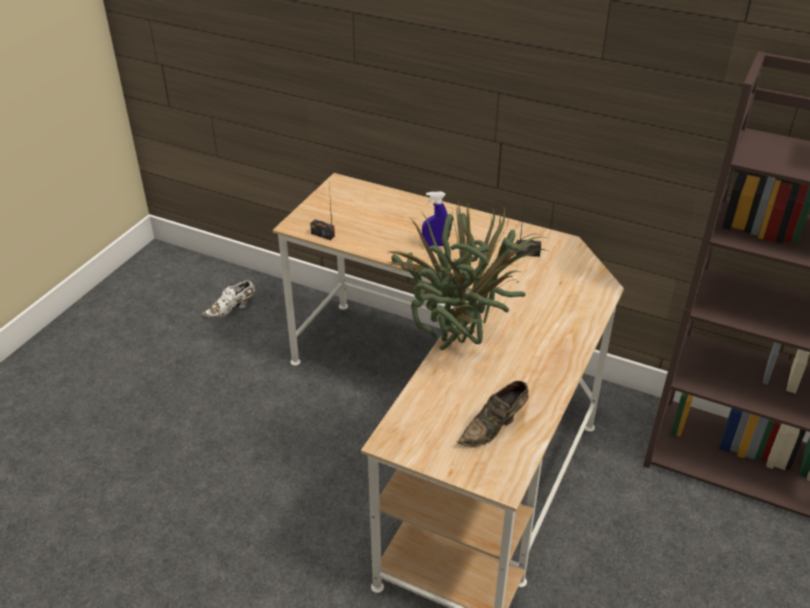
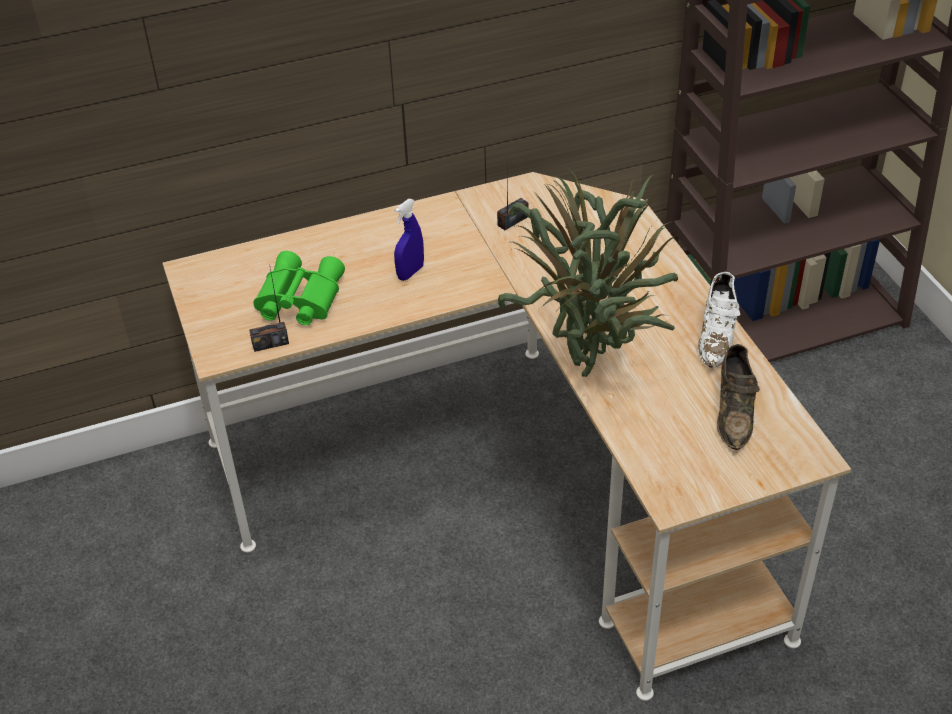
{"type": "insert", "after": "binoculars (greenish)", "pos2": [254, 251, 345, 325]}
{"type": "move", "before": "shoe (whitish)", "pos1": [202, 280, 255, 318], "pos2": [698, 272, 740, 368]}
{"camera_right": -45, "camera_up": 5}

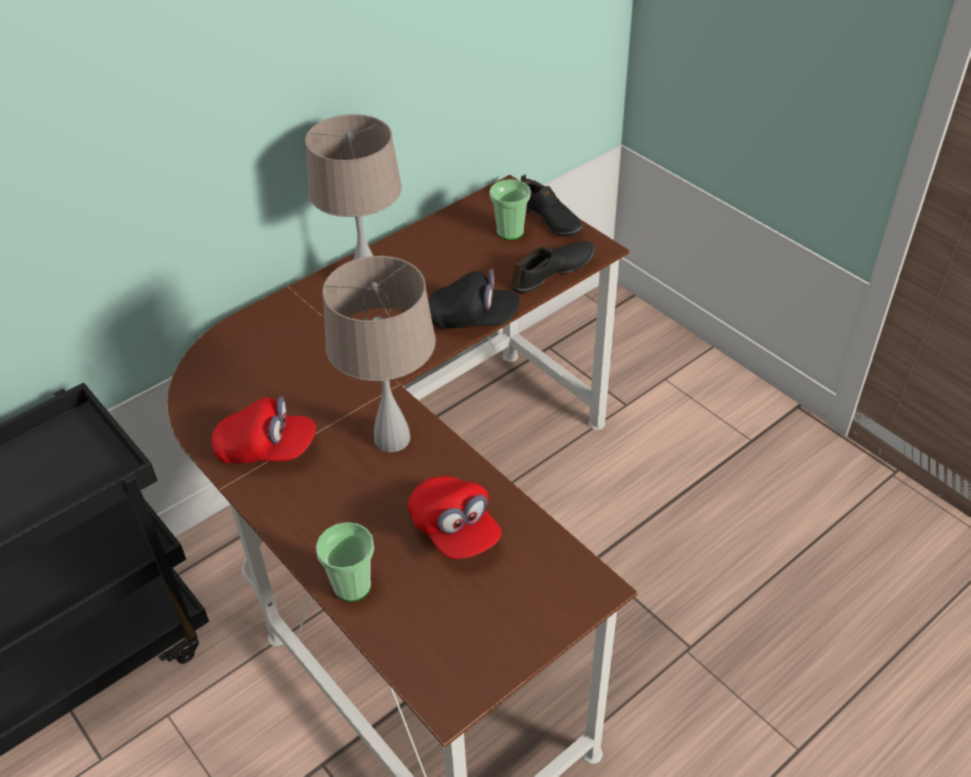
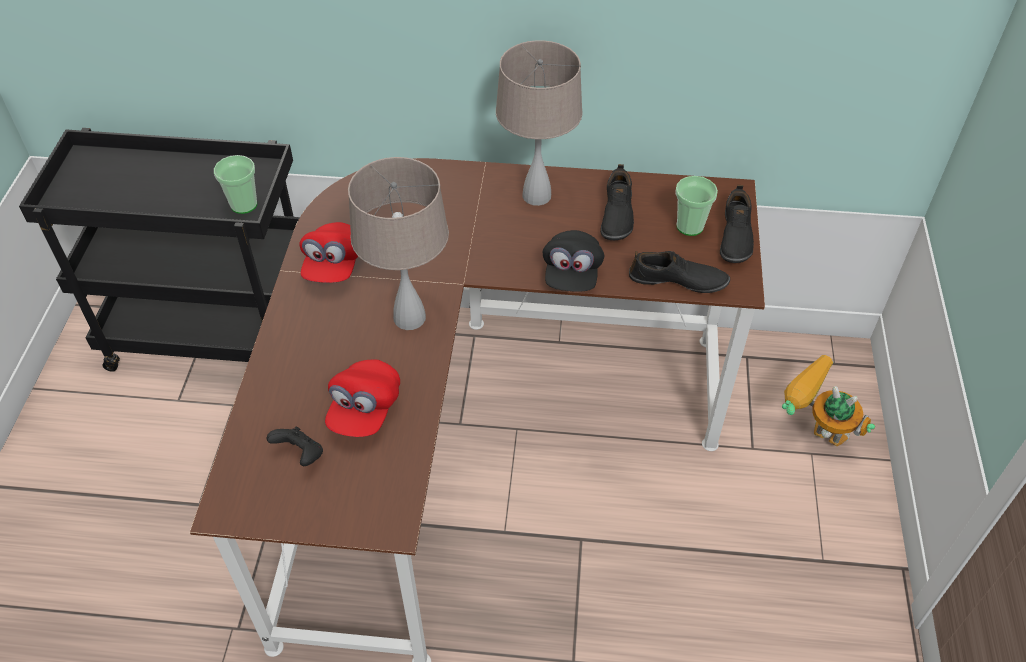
{"type": "insert", "after": "joypad (blackish)", "pos2": [266, 427, 323, 466]}
{"type": "insert", "after": "shoe (blackish)", "pos2": [600, 164, 634, 240]}
{"type": "insert", "after": "model robot", "pos2": [782, 355, 875, 446]}
{"type": "move", "before": "drinking cup", "pos1": [316, 522, 374, 602], "pos2": [214, 155, 257, 214]}
{"type": "rotate", "before": "baseball cap (red)", "pos1": [211, 396, 316, 463], "pos2": [299, 222, 358, 283], "turn": 45}
{"type": "rotate", "before": "baseball cap (blackish)", "pos1": [428, 269, 520, 329], "pos2": [543, 230, 604, 292], "turn": 45}
{"camera_right": 45, "camera_up": 5}

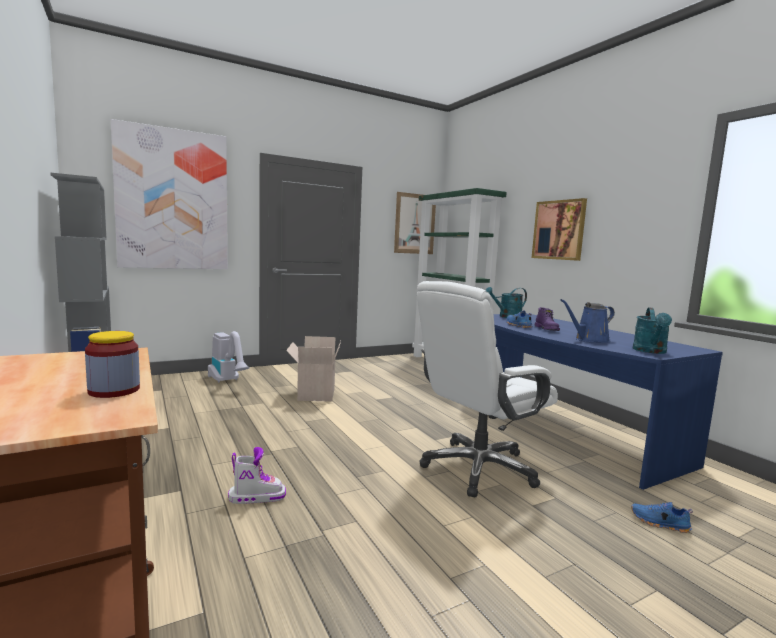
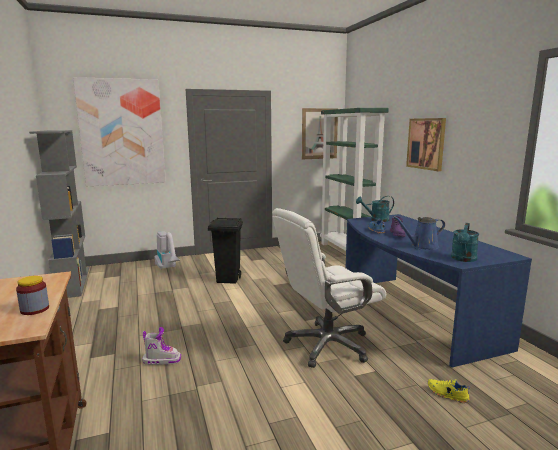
{"type": "replace", "before": "packing box", "after": "trash can (blackish)", "pos1": [286, 336, 341, 402], "pos2": [208, 217, 243, 284]}
{"type": "recolor", "before": "shoe (bluish)", "after": "shoe (yellowish)", "pos1": [631, 502, 693, 533], "pos2": [428, 379, 470, 403]}
{"camera_right": 10, "camera_up": 5}

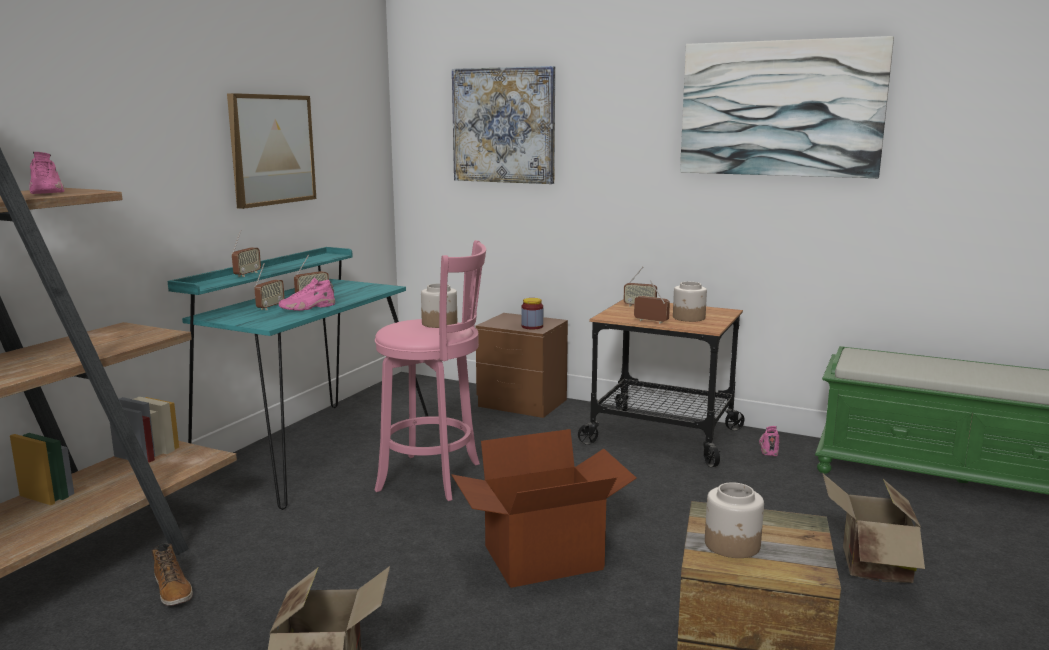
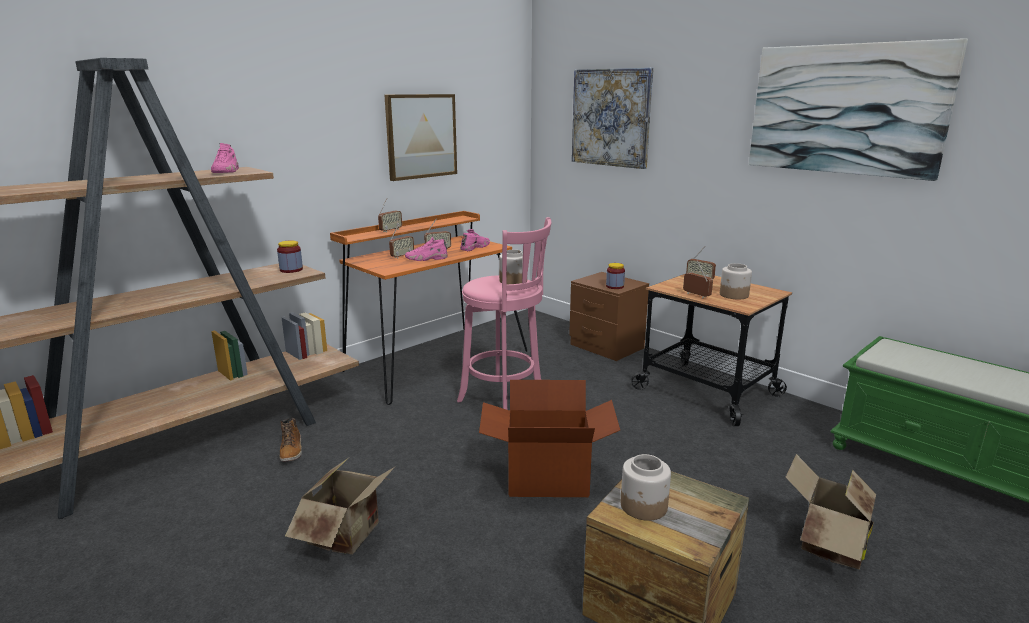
{"type": "insert", "after": "jar", "pos2": [277, 241, 303, 273]}
{"type": "move", "before": "shoe (pinkish)", "pos1": [759, 426, 779, 456], "pos2": [460, 229, 490, 251]}
{"type": "recolor", "before": "desk (turquoise-coloured)", "after": "desk (orange)", "pos1": [168, 247, 428, 510], "pos2": [330, 211, 527, 405]}
{"camera_right": 20, "camera_up": 5}

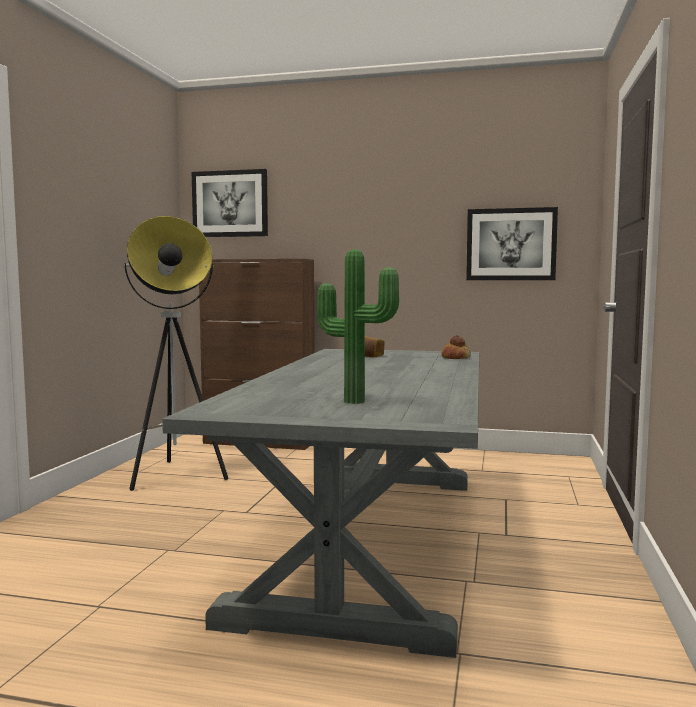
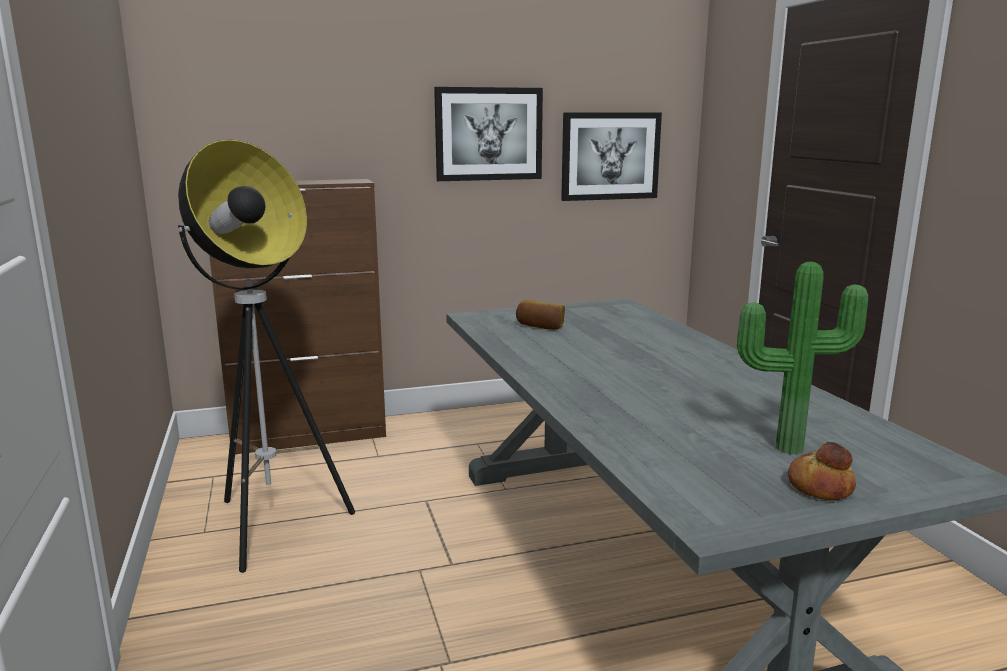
{"type": "move", "before": "wall picture", "pos1": [192, 169, 268, 237], "pos2": [434, 87, 543, 181]}
{"type": "move", "before": "bakery bread", "pos1": [442, 335, 471, 359], "pos2": [788, 442, 856, 500]}
{"camera_right": -30, "camera_up": 10}

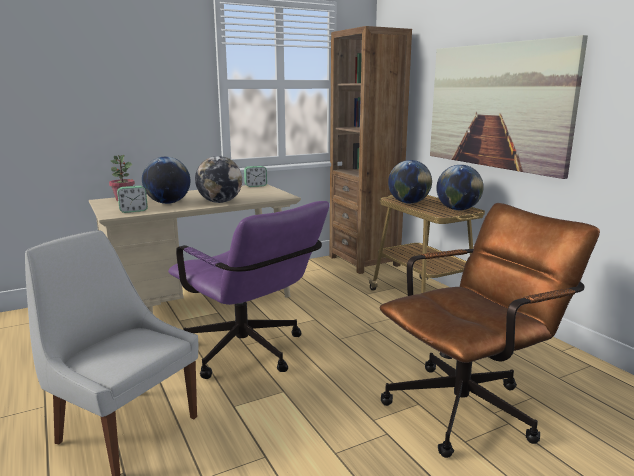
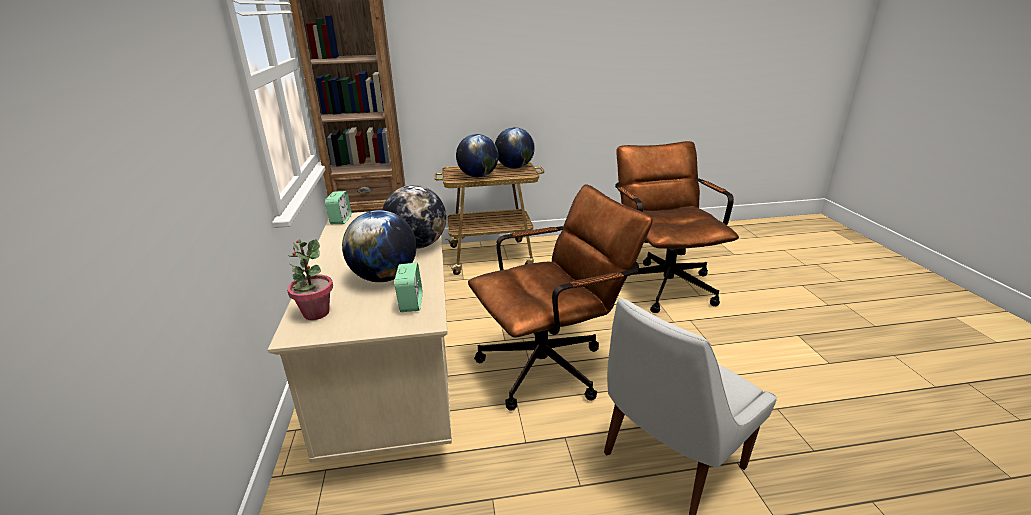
{"type": "delete", "before": "wall picture", "pos1": [430, 35, 588, 179]}
{"type": "recolor", "before": "computer chair (purple)", "after": "computer chair (brown-coloured)", "pos1": [168, 201, 329, 379], "pos2": [468, 184, 653, 411]}
{"camera_right": -70, "camera_up": 10}

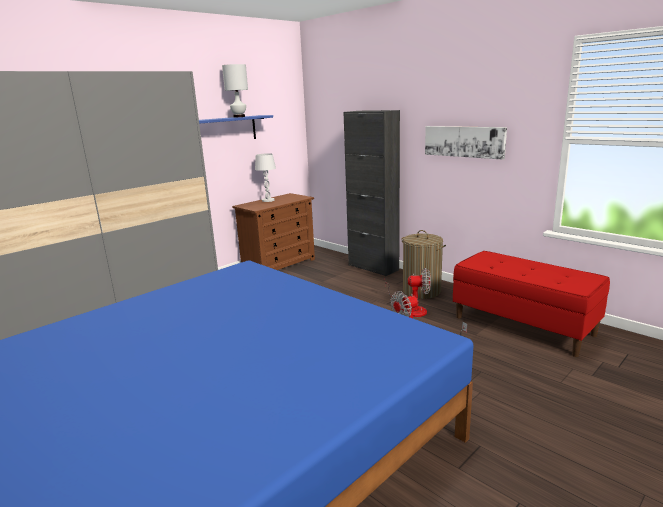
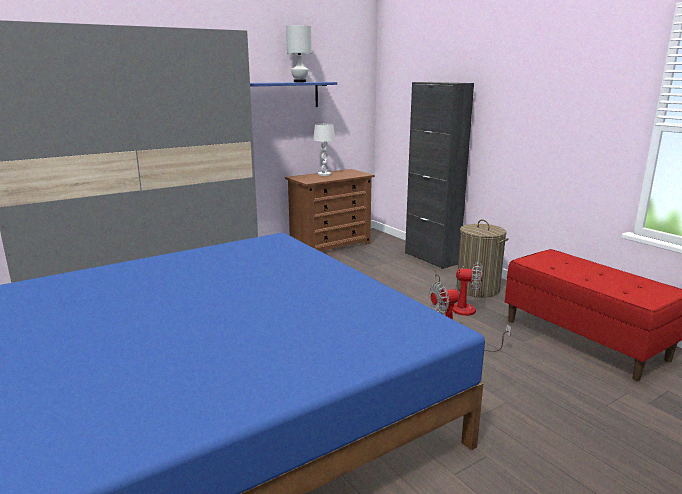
{"type": "delete", "before": "wall picture", "pos1": [425, 126, 507, 160]}
{"camera_right": 10, "camera_up": 0}

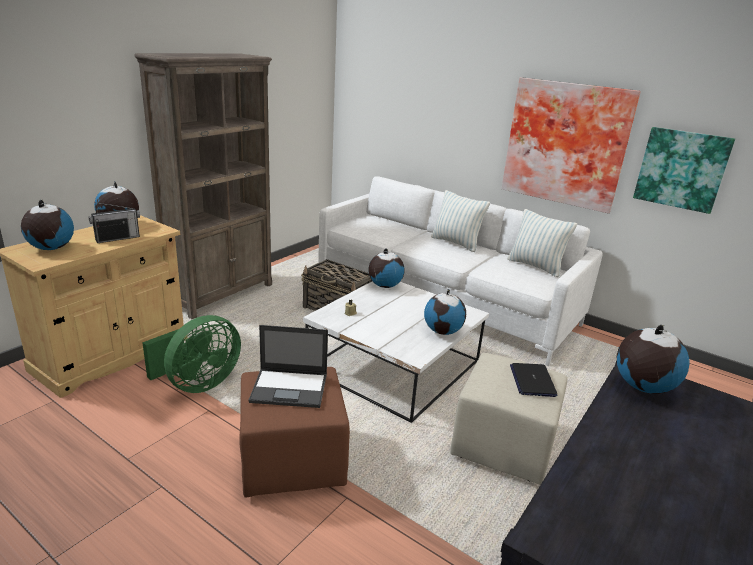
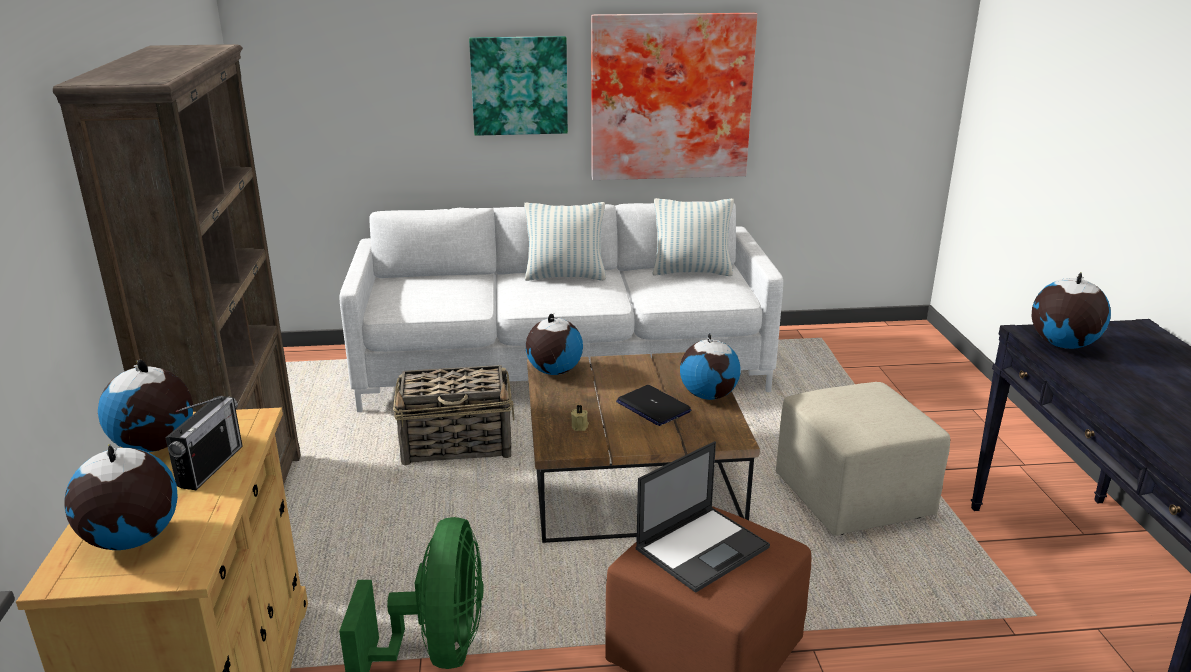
{"type": "move", "before": "laptop", "pos1": [510, 363, 557, 397], "pos2": [616, 385, 691, 426]}
{"type": "move", "before": "wall picture", "pos1": [633, 127, 735, 214], "pos2": [469, 36, 568, 136]}
{"type": "recolor", "before": "low table (whitish)", "after": "low table (brown-coloured)", "pos1": [303, 281, 489, 423], "pos2": [527, 352, 760, 543]}
{"camera_right": -40, "camera_up": 0}

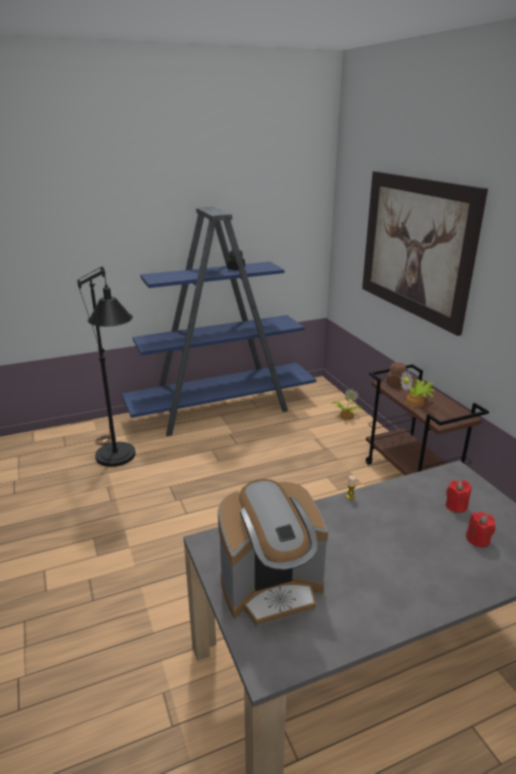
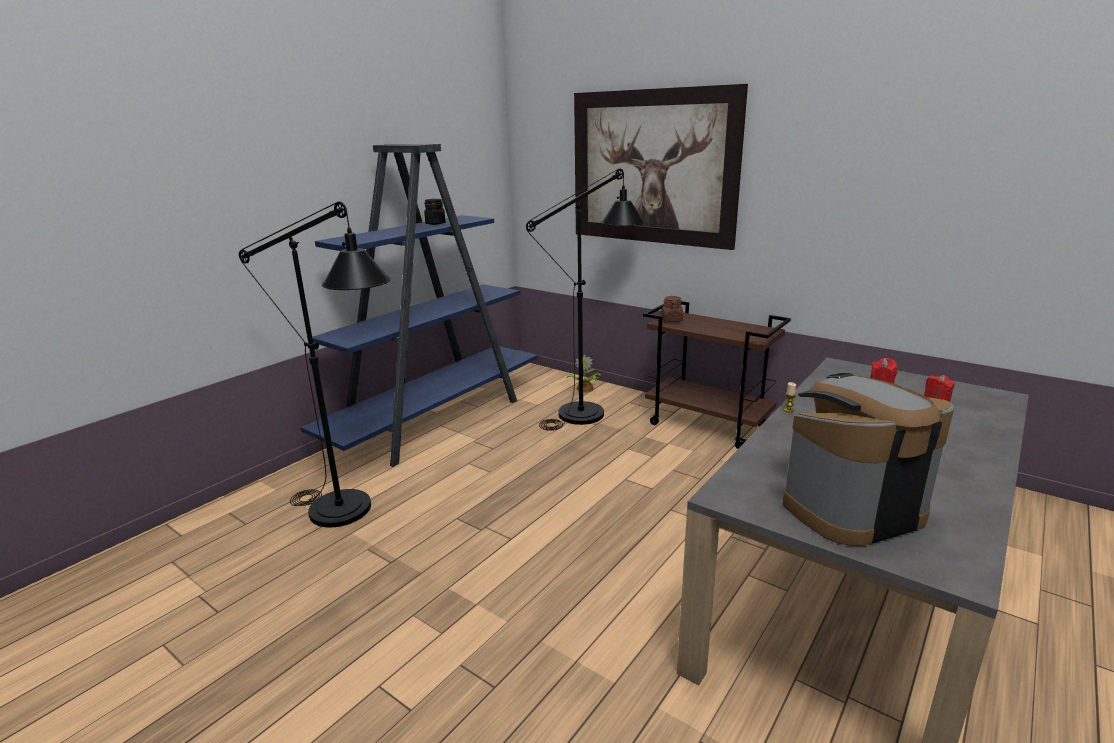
{"type": "delete", "before": "houseplant", "pos1": [401, 371, 435, 407]}
{"type": "insert", "after": "standing lamp (blackish)", "pos2": [526, 168, 645, 431]}
{"type": "rotate", "before": "coffee brewer", "pos1": [218, 479, 328, 628], "pos2": [783, 373, 954, 546], "turn": -150}
{"camera_right": -30, "camera_up": -5}

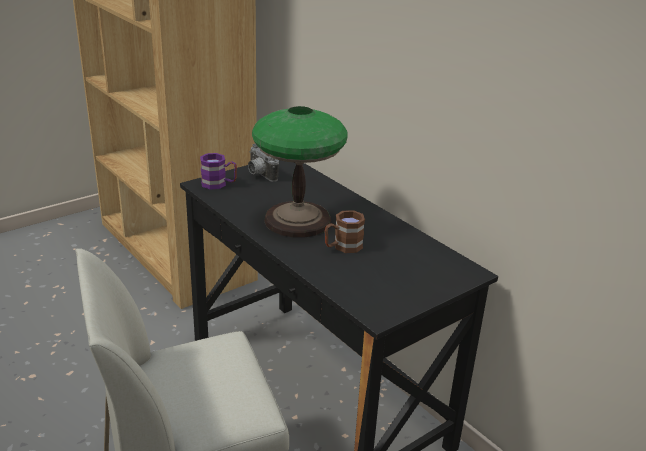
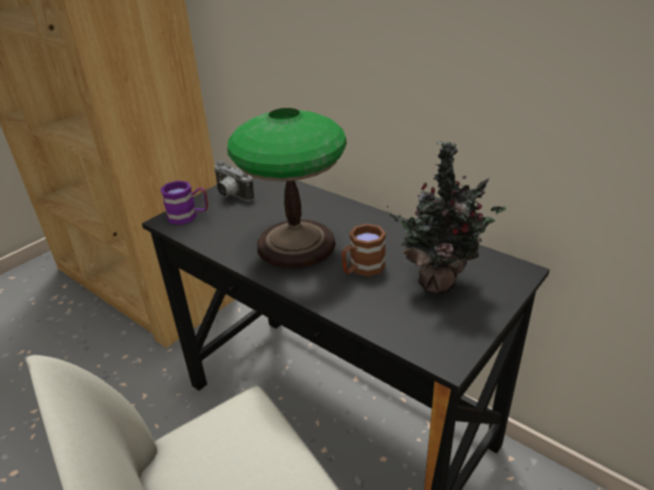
{"type": "insert", "after": "houseplant", "pos2": [387, 141, 506, 294]}
{"camera_right": -10, "camera_up": 5}

